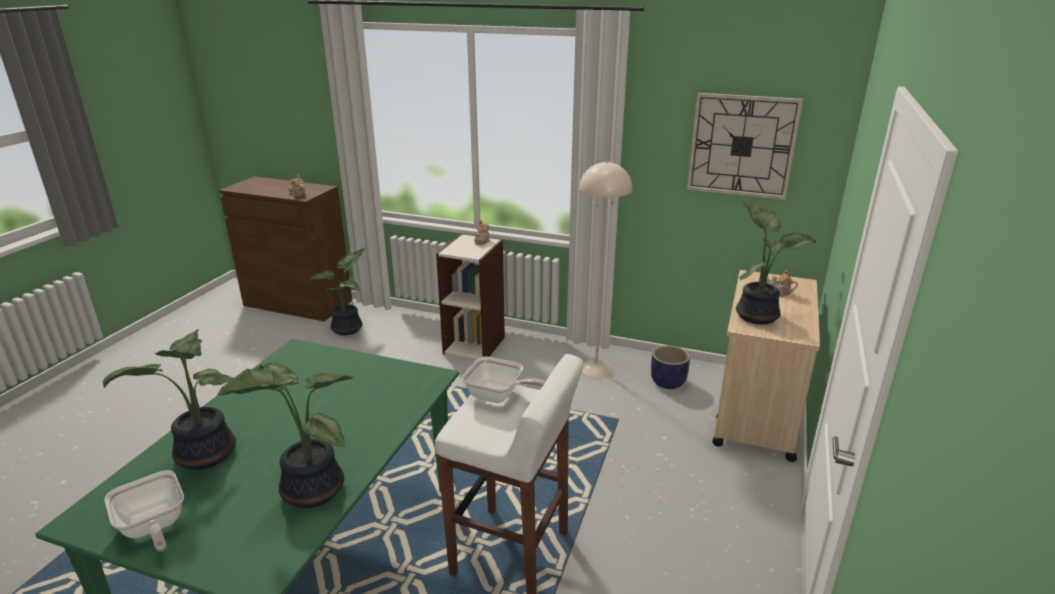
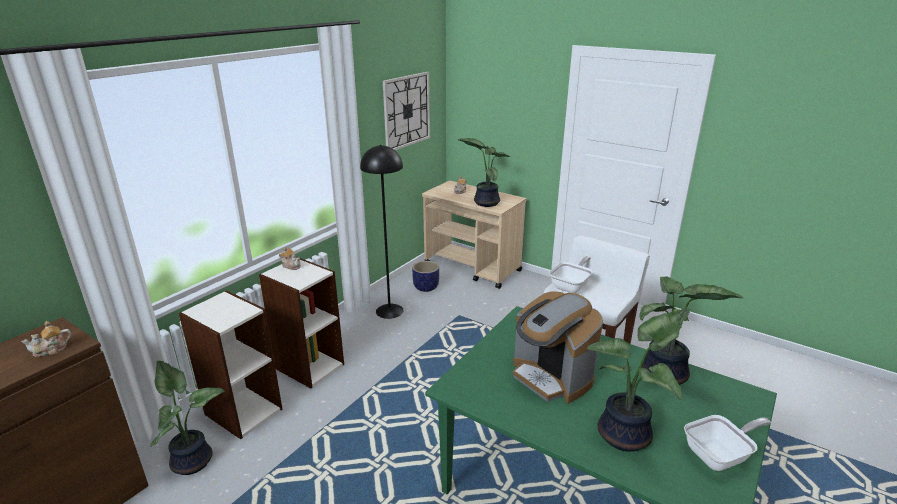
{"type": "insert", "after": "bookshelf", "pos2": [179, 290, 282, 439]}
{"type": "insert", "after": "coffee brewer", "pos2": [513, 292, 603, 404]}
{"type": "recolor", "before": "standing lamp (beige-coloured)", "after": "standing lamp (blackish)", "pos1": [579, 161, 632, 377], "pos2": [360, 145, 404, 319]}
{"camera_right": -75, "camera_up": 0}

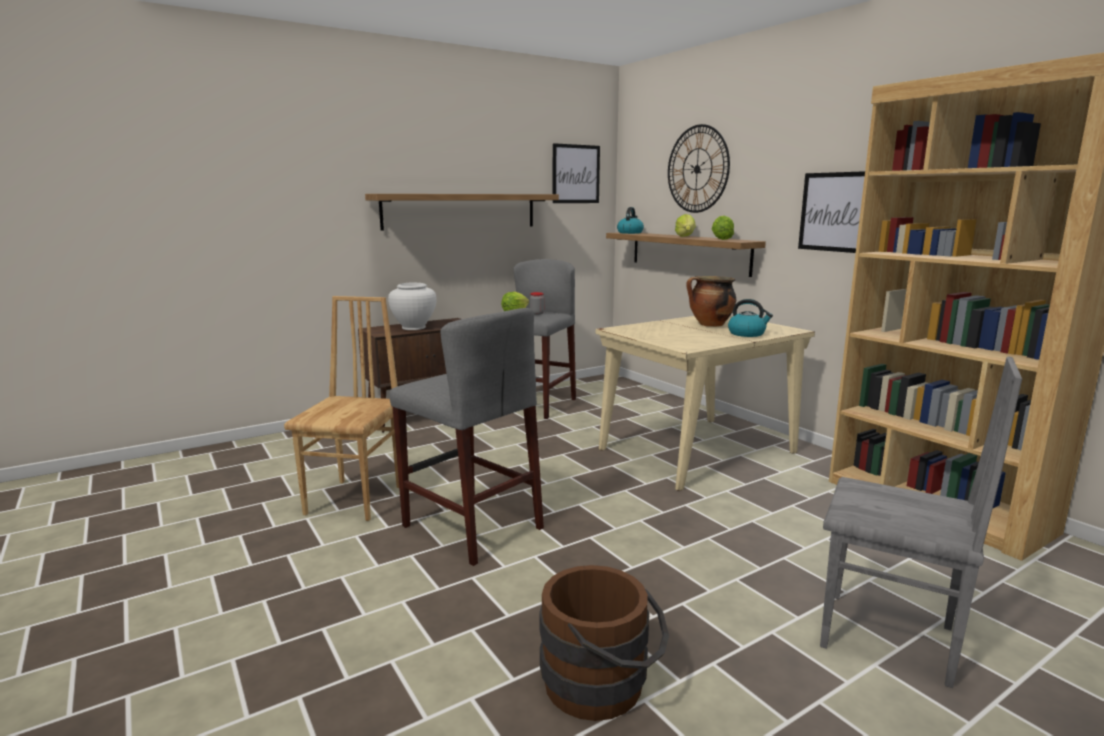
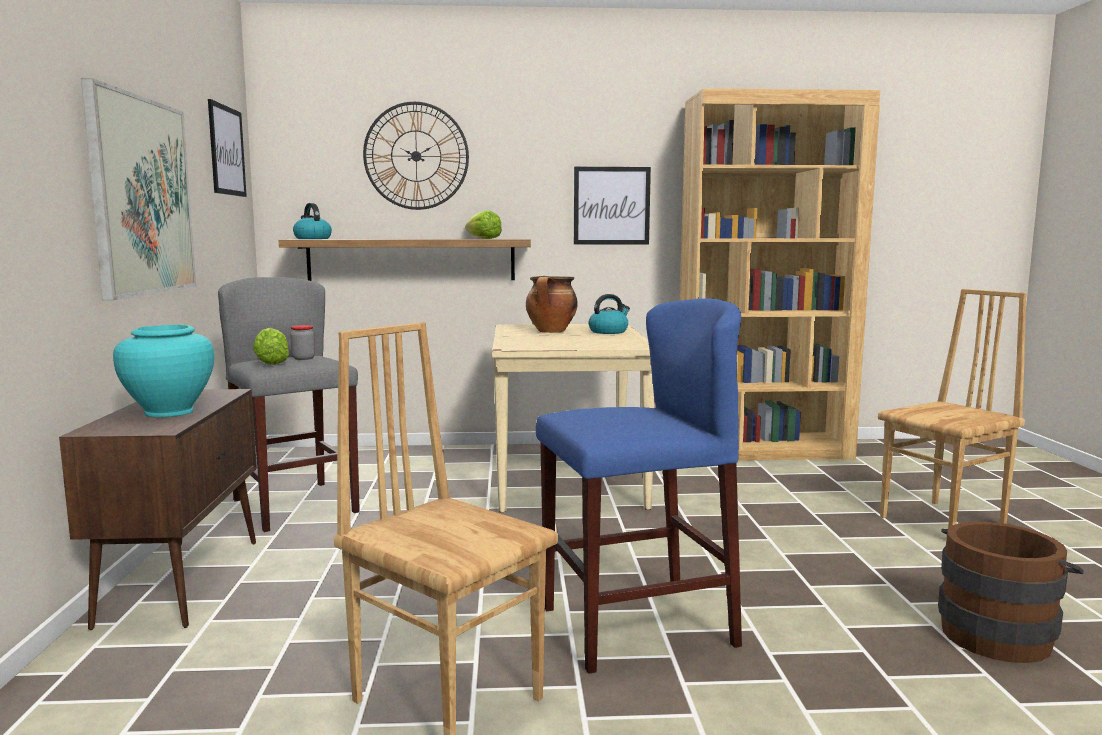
{"type": "delete", "before": "head of lettuce", "pos1": [675, 214, 696, 237]}
{"type": "replace", "before": "wall shelf", "after": "wall picture", "pos1": [365, 194, 559, 231], "pos2": [81, 78, 196, 301]}
{"type": "recolor", "before": "flower vase (whitish)", "after": "flower vase (turquoise-coloured)", "pos1": [388, 282, 437, 330], "pos2": [113, 325, 214, 417]}
{"type": "recolor", "before": "sitting stool (gray)", "after": "sitting stool (bluish)", "pos1": [390, 308, 544, 566], "pos2": [536, 298, 742, 674]}
{"type": "recolor", "before": "upright chair (gray)", "after": "upright chair (brown-coloured)", "pos1": [820, 357, 1022, 688], "pos2": [878, 289, 1026, 529]}
{"camera_right": -60, "camera_up": -5}

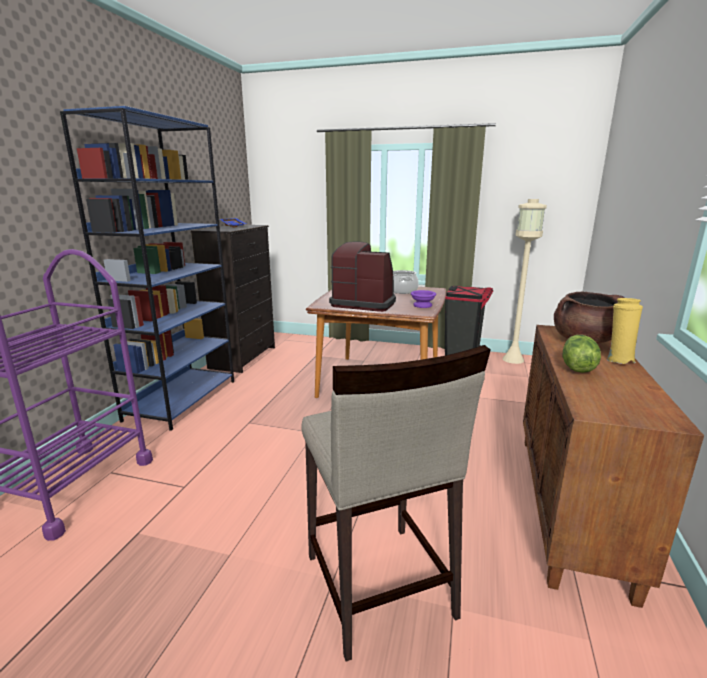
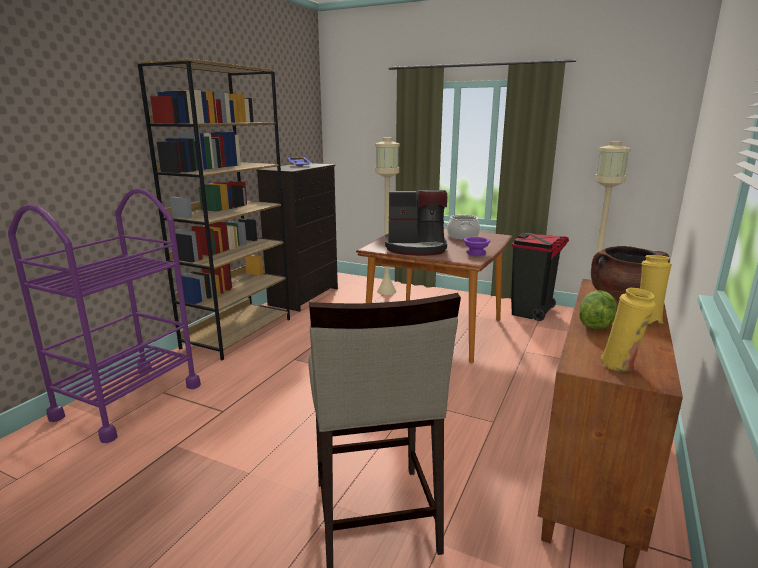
{"type": "insert", "after": "standing lamp (beige-coloured)", "pos2": [375, 138, 400, 295]}
{"type": "insert", "after": "flower vase (yellowish)", "pos2": [601, 288, 656, 371]}
{"type": "recolor", "before": "bookshelf (bluish)", "after": "bookshelf (brown-coloured)", "pos1": [60, 106, 234, 431], "pos2": [138, 59, 290, 360]}
{"type": "rotate", "before": "coffee brewer", "pos1": [329, 241, 396, 312], "pos2": [385, 190, 447, 256], "turn": 150}
{"camera_right": 10, "camera_up": 0}

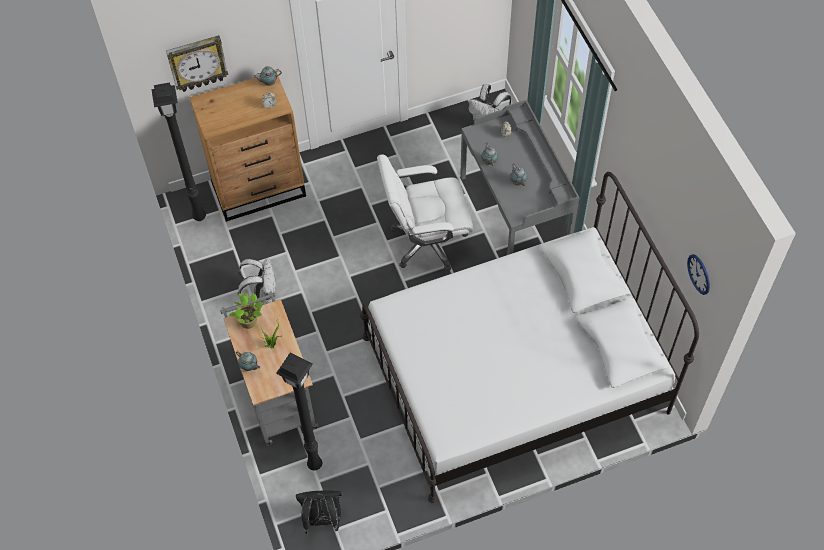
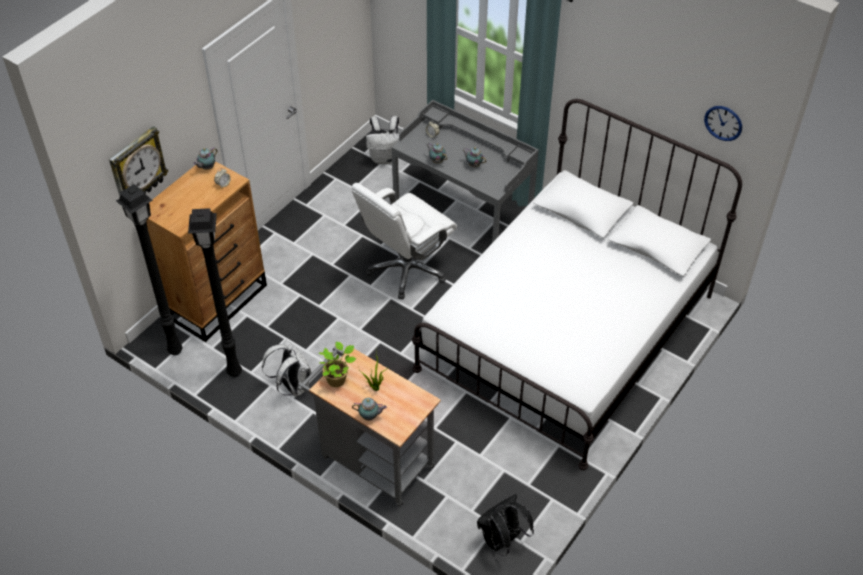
{"type": "move", "before": "standing lamp (blackish)", "pos1": [276, 352, 322, 470], "pos2": [188, 208, 242, 377]}
{"camera_right": -35, "camera_up": -10}

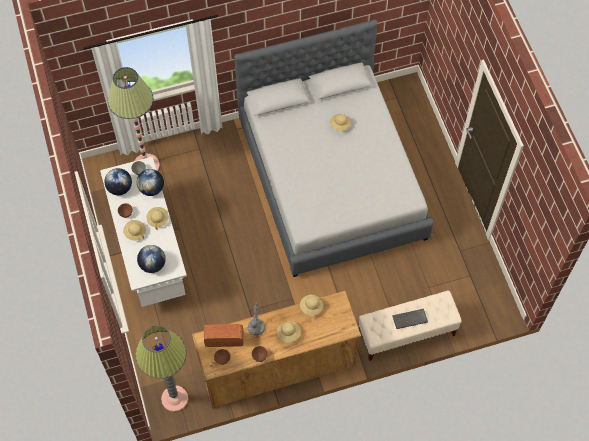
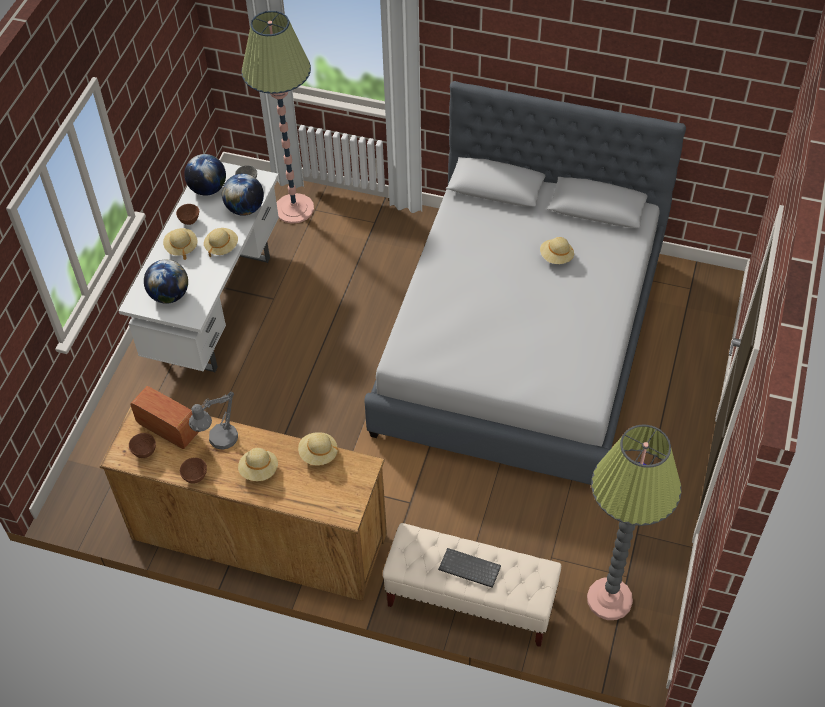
{"type": "move", "before": "standing lamp", "pos1": [135, 325, 188, 412], "pos2": [587, 424, 681, 620]}
{"camera_right": 35, "camera_up": -10}

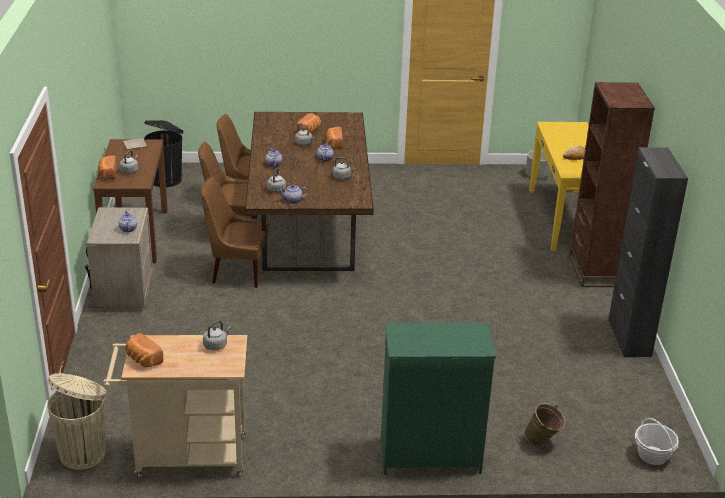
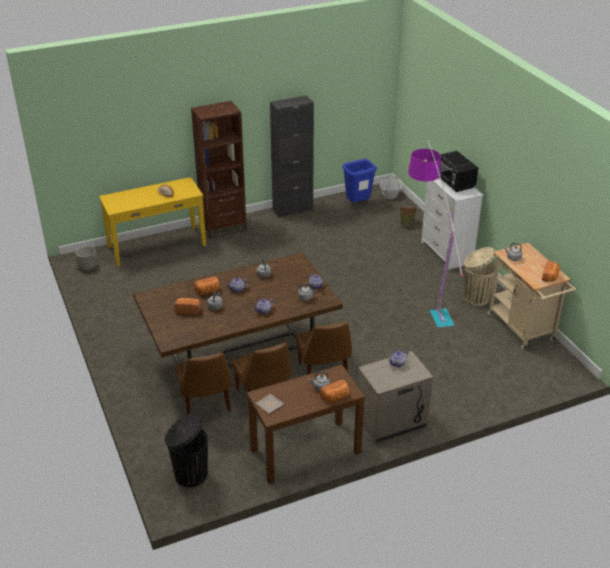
{"type": "insert", "after": "trash can (bluish)", "pos2": [342, 159, 377, 202]}
{"type": "insert", "after": "standing lamp", "pos2": [408, 139, 463, 328]}
{"type": "insert", "after": "kitchen microwave (blackish)", "pos2": [439, 151, 478, 192]}
{"type": "move", "before": "trash can (beige-coloured)", "pos1": [47, 373, 106, 470], "pos2": [463, 247, 496, 306]}
{"type": "recolor", "before": "dresser (greenish)", "after": "dresser (whitish)", "pos1": [381, 323, 496, 475], "pos2": [421, 178, 483, 270]}
{"camera_right": -110, "camera_up": 5}

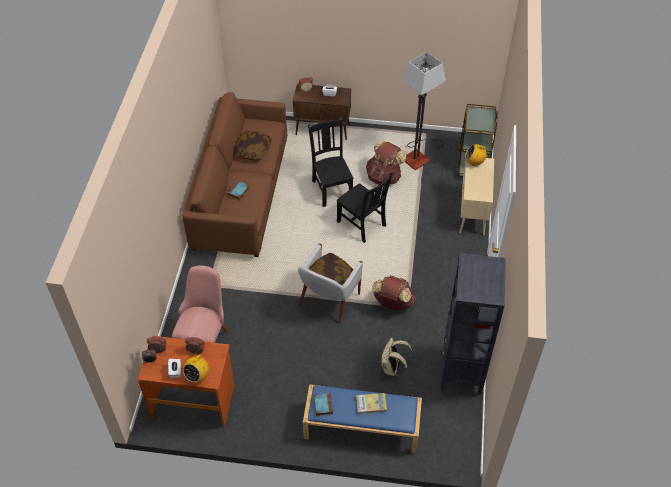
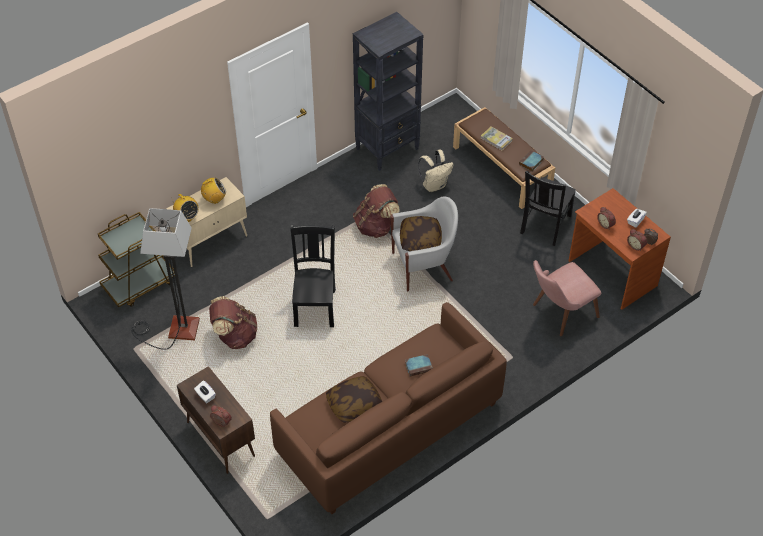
{"type": "move", "before": "radio", "pos1": [183, 353, 209, 383], "pos2": [201, 178, 226, 204]}
{"type": "move", "before": "upright chair (blackish)", "pos1": [308, 117, 353, 207], "pos2": [520, 171, 576, 246]}
{"type": "recolor", "before": "long seat (bluish)", "after": "long seat (brown-coloured)", "pos1": [303, 384, 422, 453], "pos2": [453, 107, 555, 209]}
{"camera_right": -135, "camera_up": 0}

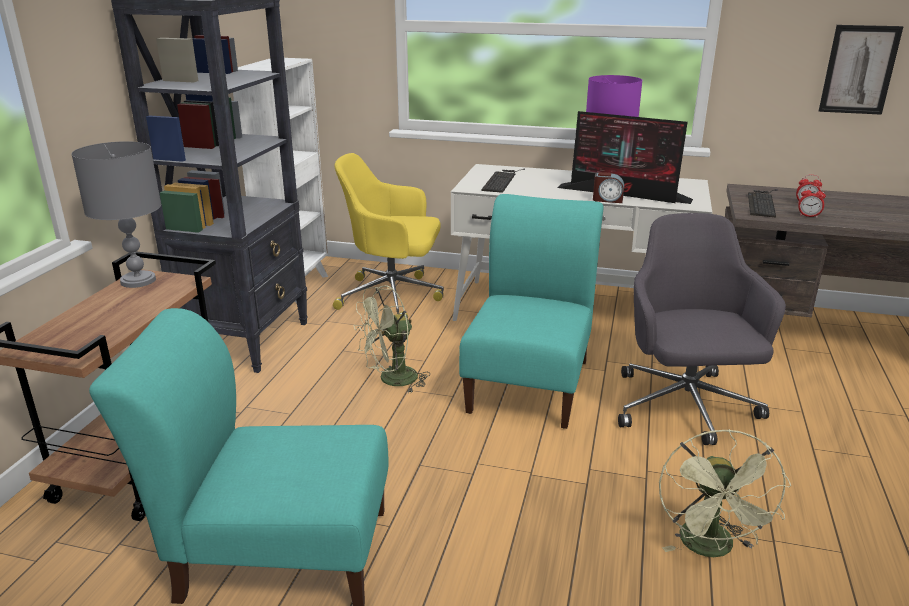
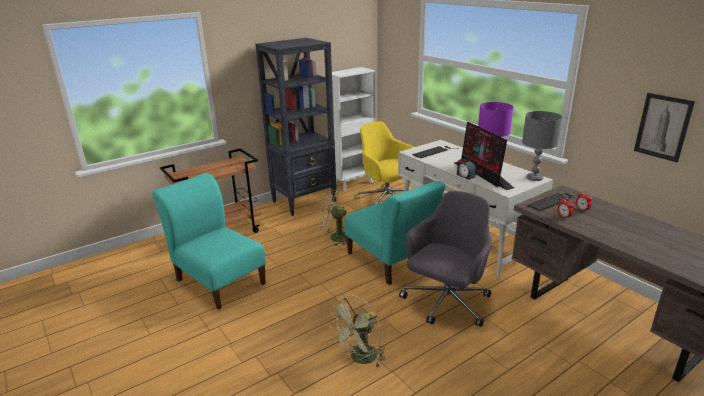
{"type": "move", "before": "lamp for a table (gray)", "pos1": [71, 141, 161, 288], "pos2": [522, 111, 562, 181]}
{"type": "rotate", "before": "upright chair (turquoise-coloured)", "pos1": [459, 194, 604, 429], "pos2": [344, 181, 445, 285], "turn": 90}
{"camera_right": 40, "camera_up": 0}

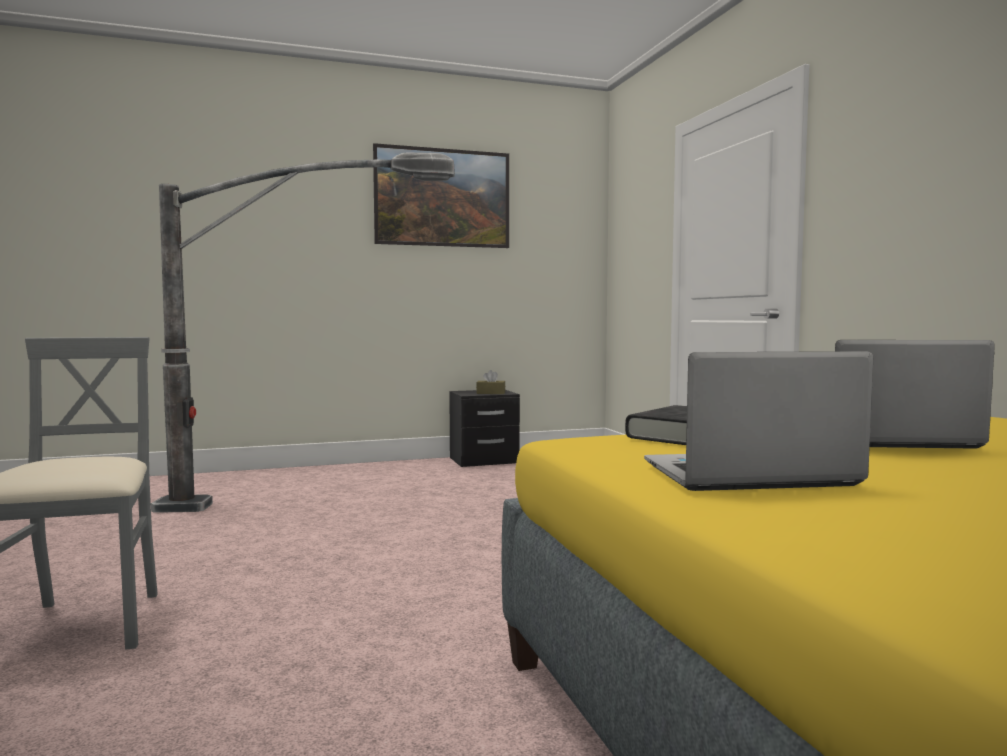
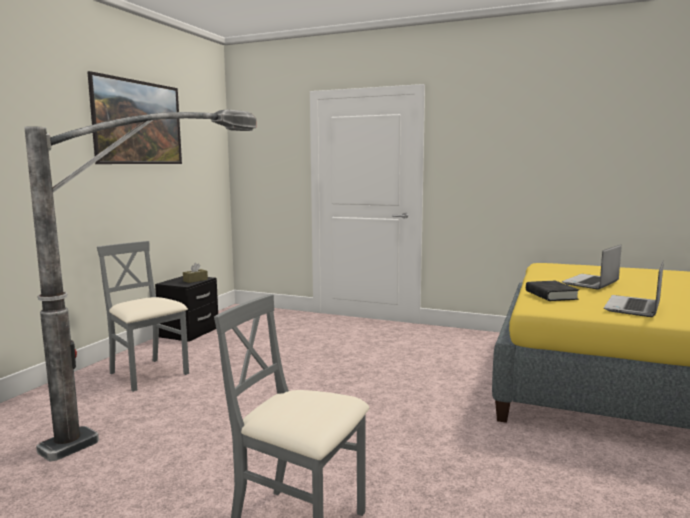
{"type": "insert", "after": "upright chair (gray)", "pos2": [97, 241, 189, 392]}
{"camera_right": -50, "camera_up": 5}

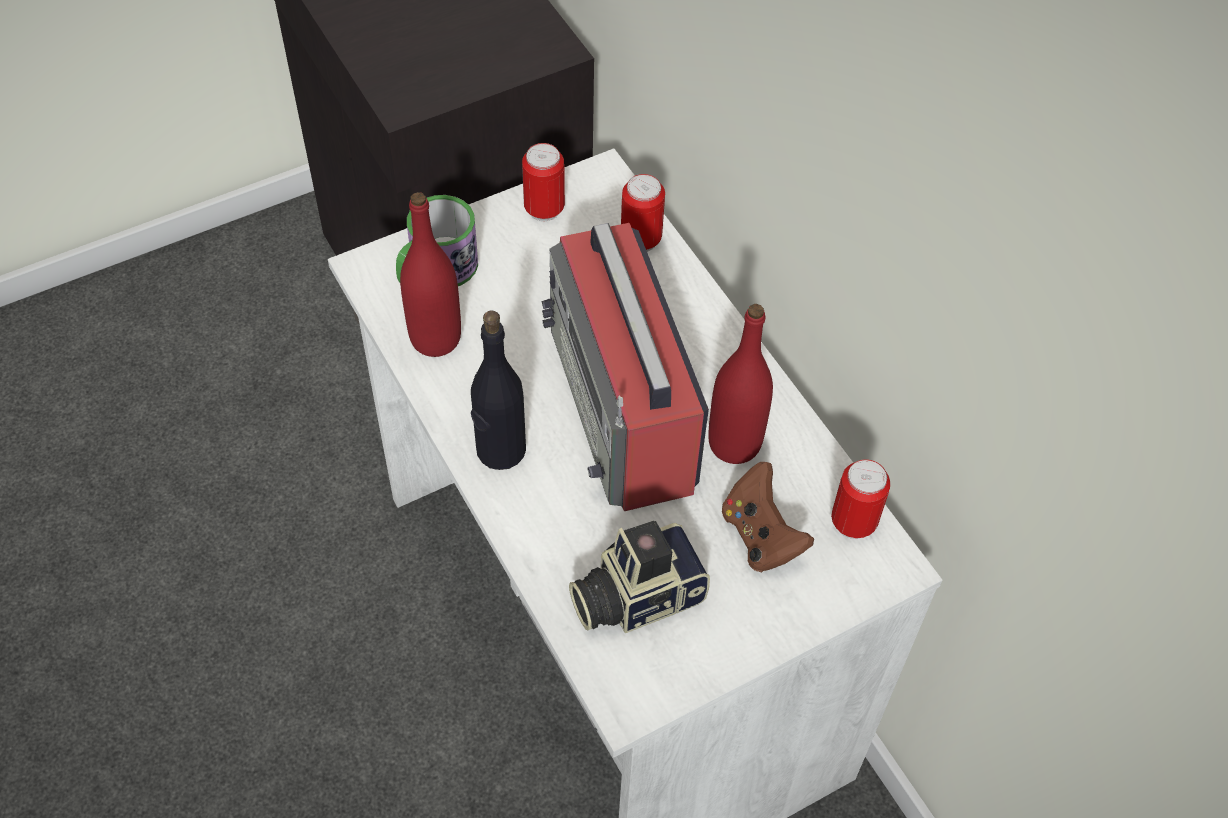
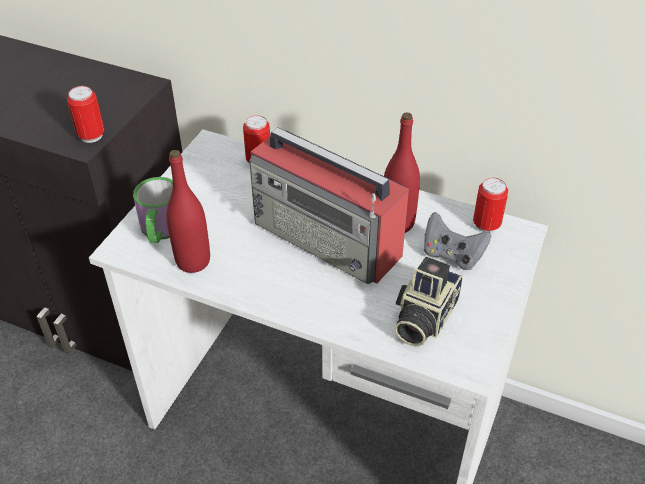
{"type": "delete", "before": "beverage bottle (blackish)", "pos1": [471, 310, 526, 470]}
{"type": "move", "before": "metal can", "pos1": [522, 143, 565, 221], "pos2": [67, 86, 104, 143]}
{"type": "recolor", "before": "joypad (brown-coloured)", "after": "joypad (gray)", "pos1": [722, 462, 814, 572], "pos2": [424, 212, 491, 270]}
{"camera_right": -35, "camera_up": -10}

